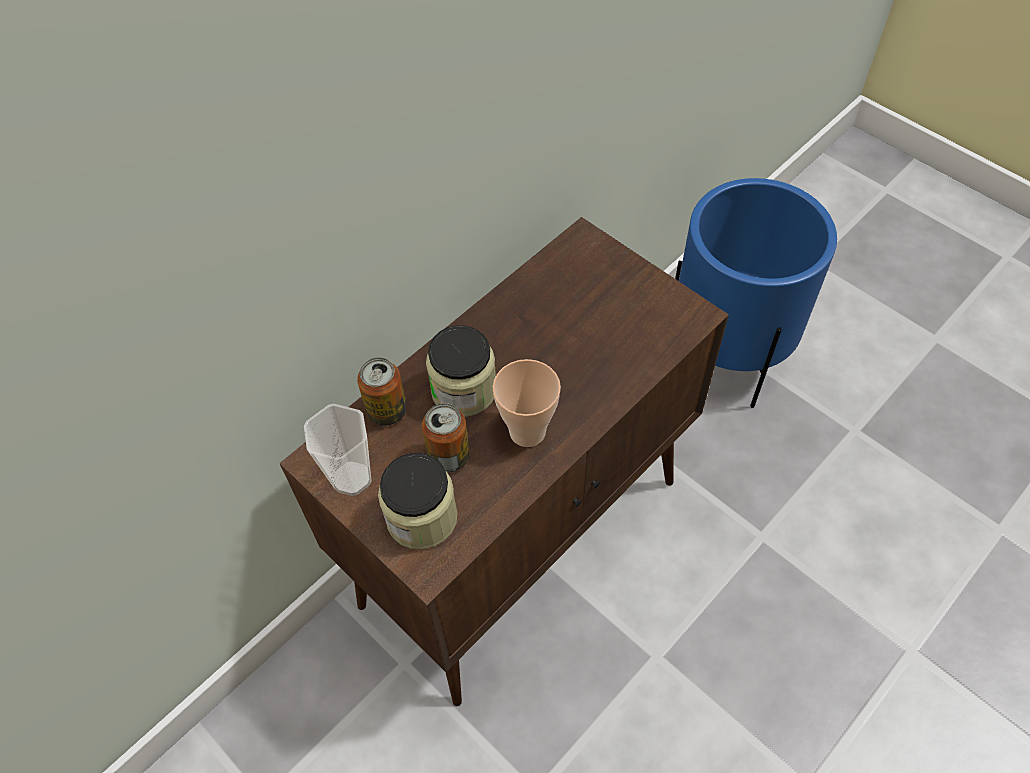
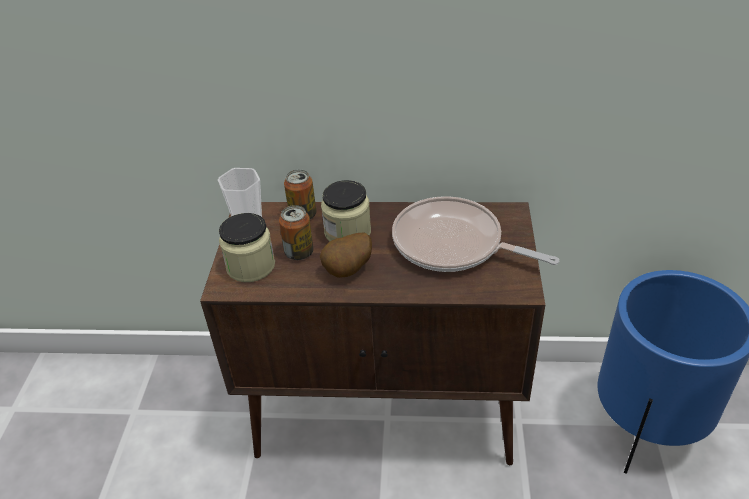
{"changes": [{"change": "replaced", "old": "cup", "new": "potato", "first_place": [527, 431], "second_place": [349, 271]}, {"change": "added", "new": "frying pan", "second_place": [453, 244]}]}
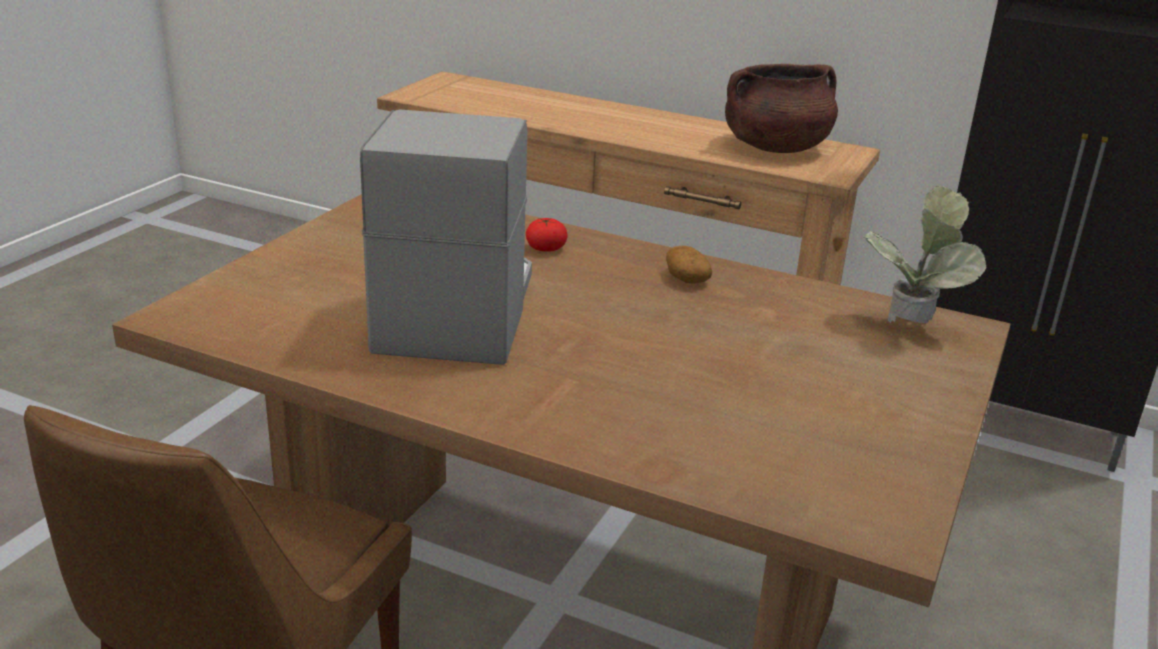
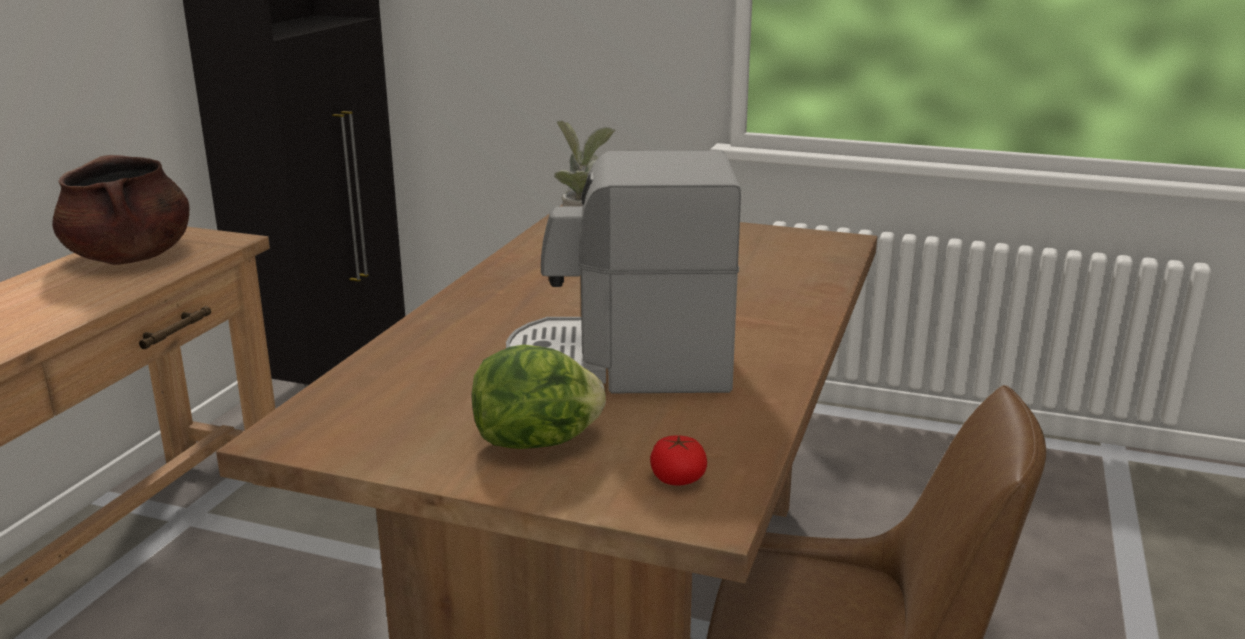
{"changes": [{"change": "moved", "old": "tomato", "first_place": [545, 248], "second_place": [677, 478]}, {"change": "removed", "old": "potato", "first_place": [686, 278]}, {"change": "added", "new": "lettuce", "second_place": [538, 442]}]}
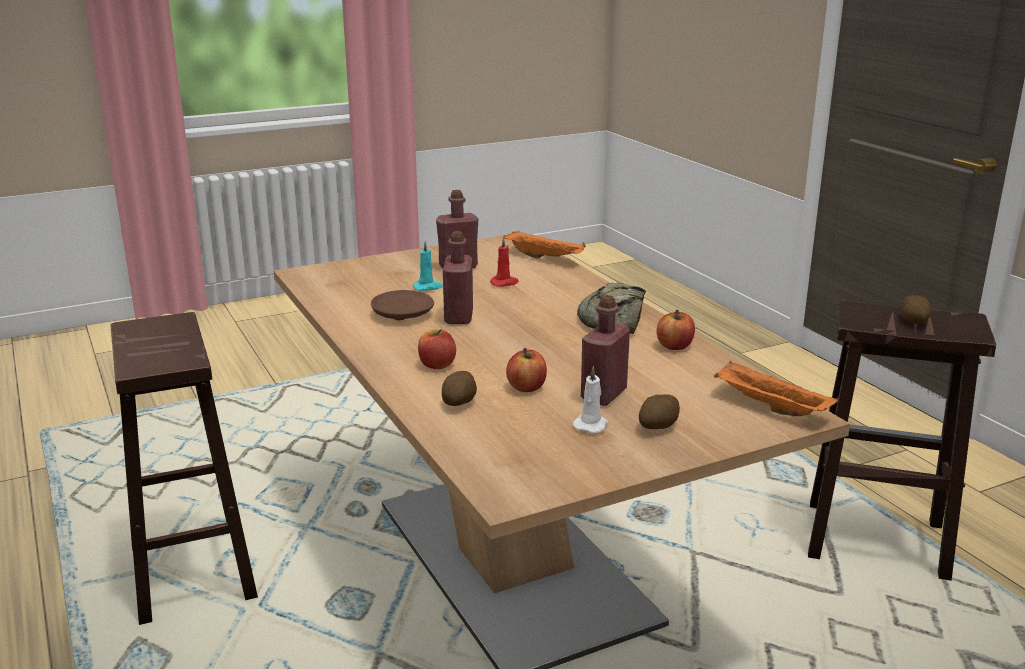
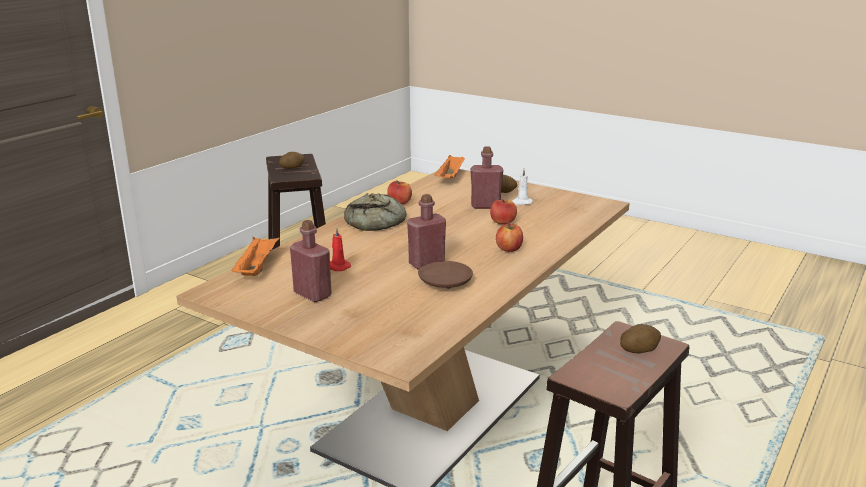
{"changes": [{"change": "removed", "old": "candle (turquoise)", "first_place": [428, 287]}, {"change": "moved", "old": "potato", "first_place": [459, 402], "second_place": [639, 349]}]}
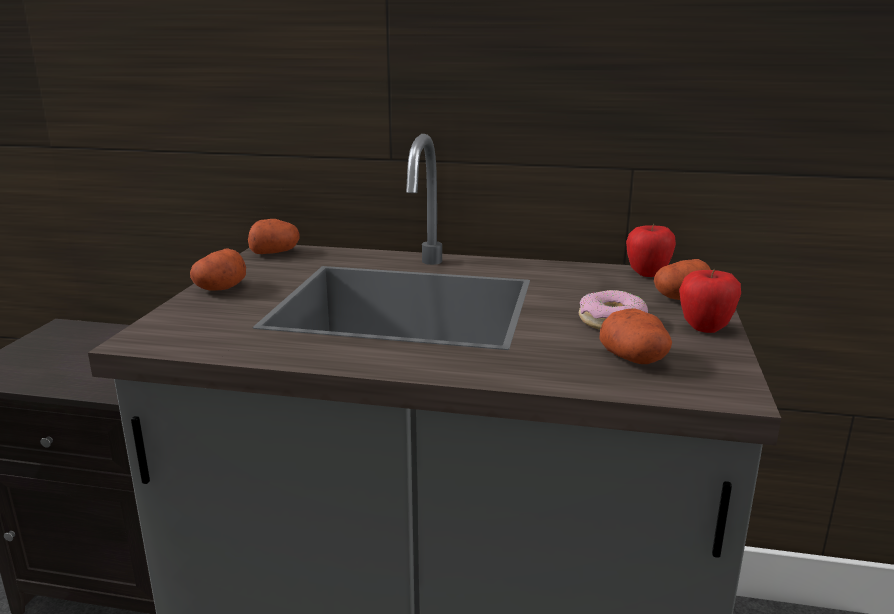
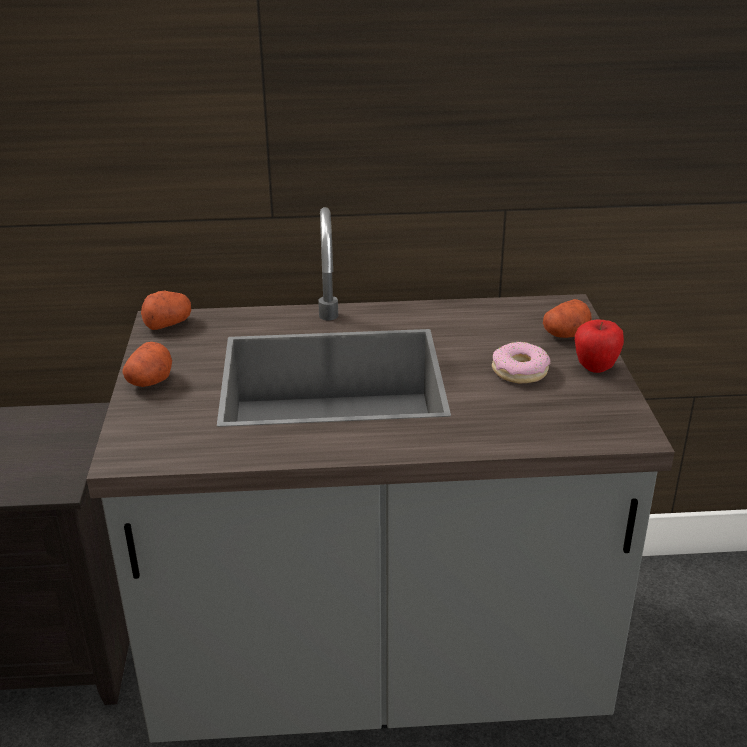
{"changes": [{"change": "removed", "old": "apple", "first_place": [647, 274]}, {"change": "removed", "old": "potato", "first_place": [635, 359]}]}
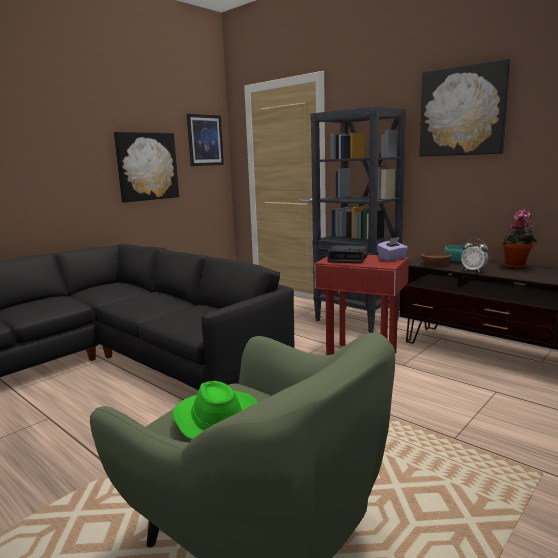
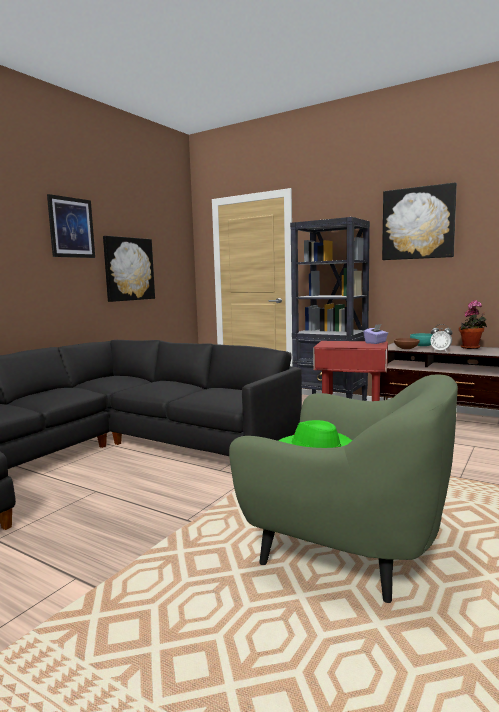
{"changes": [{"change": "moved", "old": "picture", "first_place": [205, 140], "second_place": [71, 227]}, {"change": "removed", "old": "alarm clock", "first_place": [348, 259]}]}
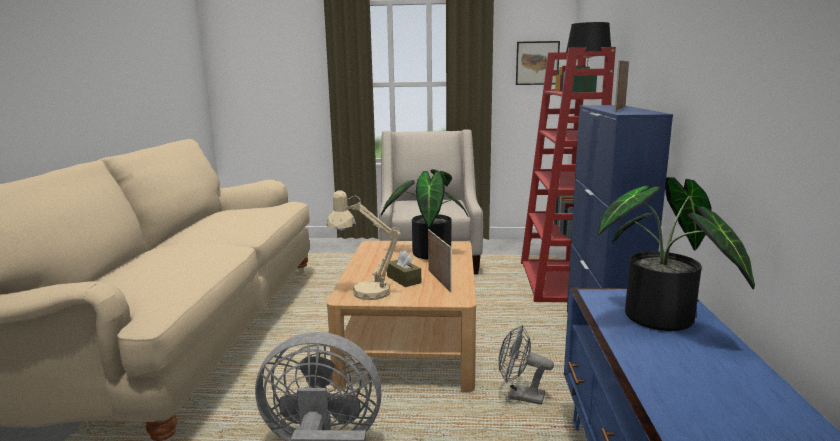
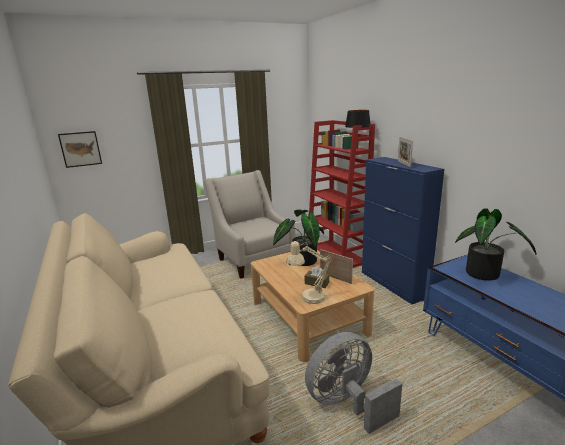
{"changes": [{"change": "moved", "old": "picture", "first_place": [537, 63], "second_place": [80, 149]}, {"change": "removed", "old": "fan (grey)", "first_place": [520, 396]}]}
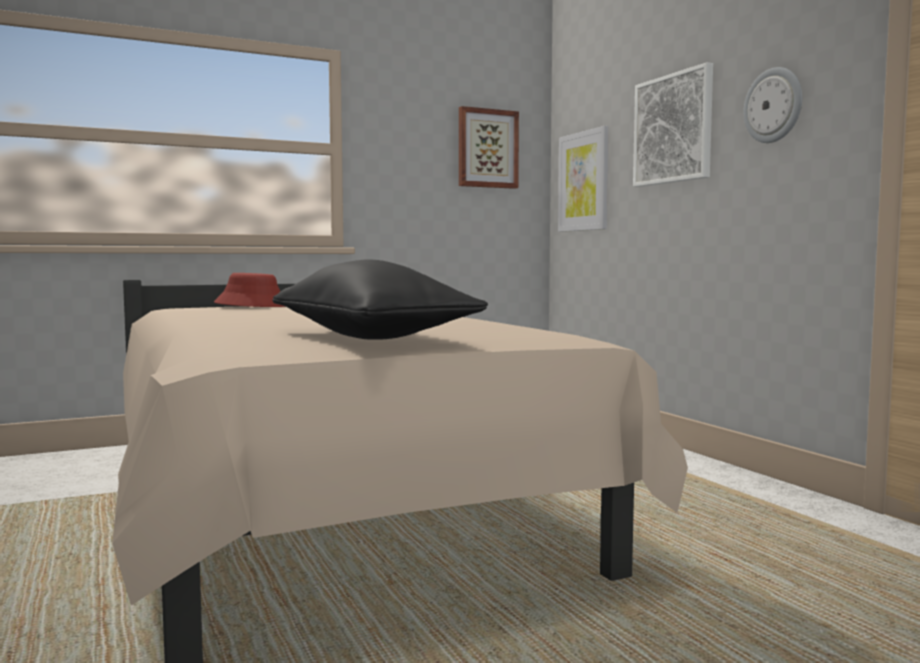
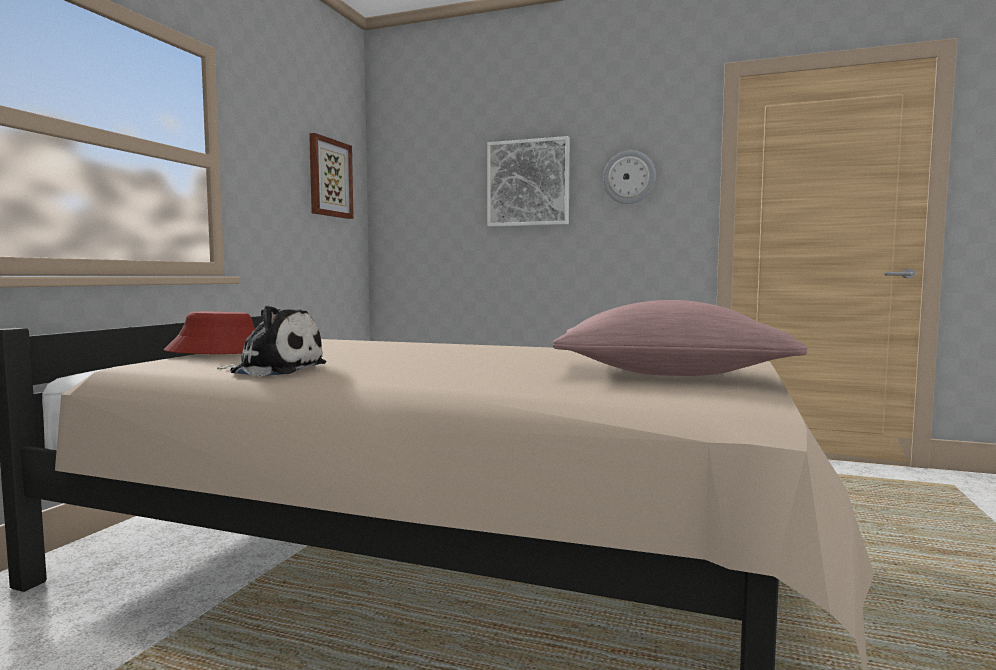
{"changes": [{"change": "removed", "old": "picture", "first_place": [584, 181]}, {"change": "recoloured", "old": "pillow (black)", "new": "pillow (pink)", "first_place": [371, 337], "second_place": [670, 374]}, {"change": "added", "new": "plush toy", "second_place": [275, 370]}]}
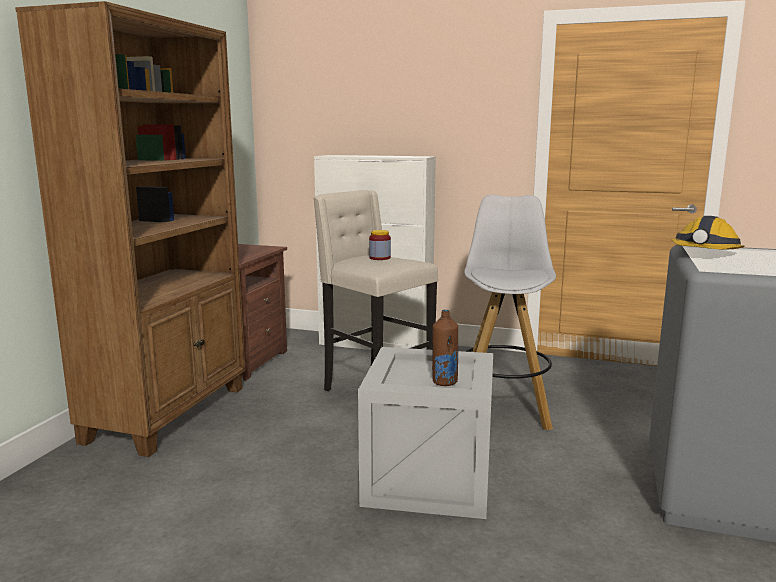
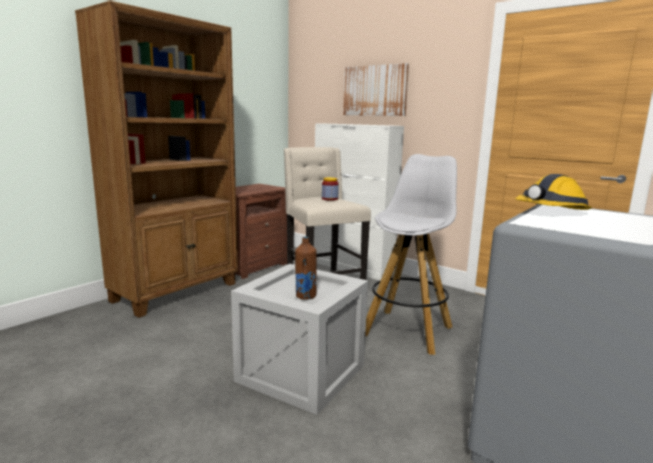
{"changes": [{"change": "added", "new": "picture", "second_place": [375, 91]}]}
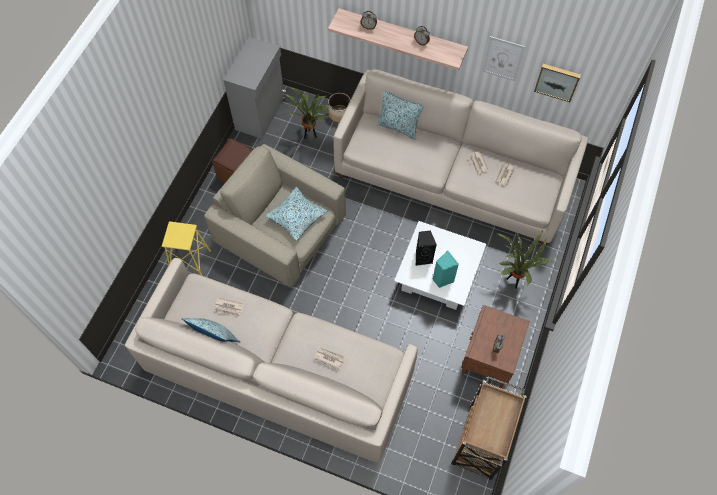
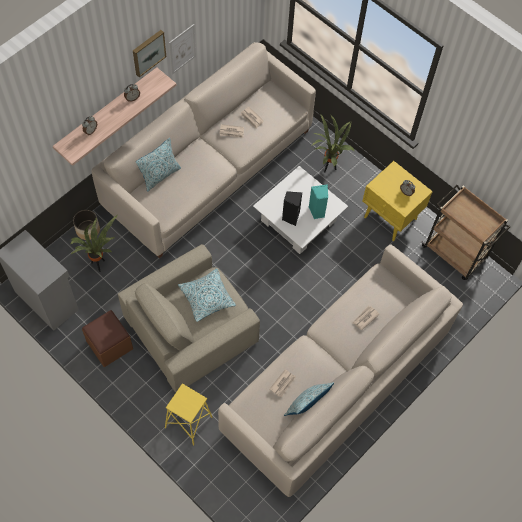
{"changes": [{"change": "moved", "old": "picture", "first_place": [557, 81], "second_place": [148, 52]}, {"change": "recoloured", "old": "nightstand (brown)", "new": "nightstand (yellow)", "first_place": [487, 361], "second_place": [390, 218]}]}
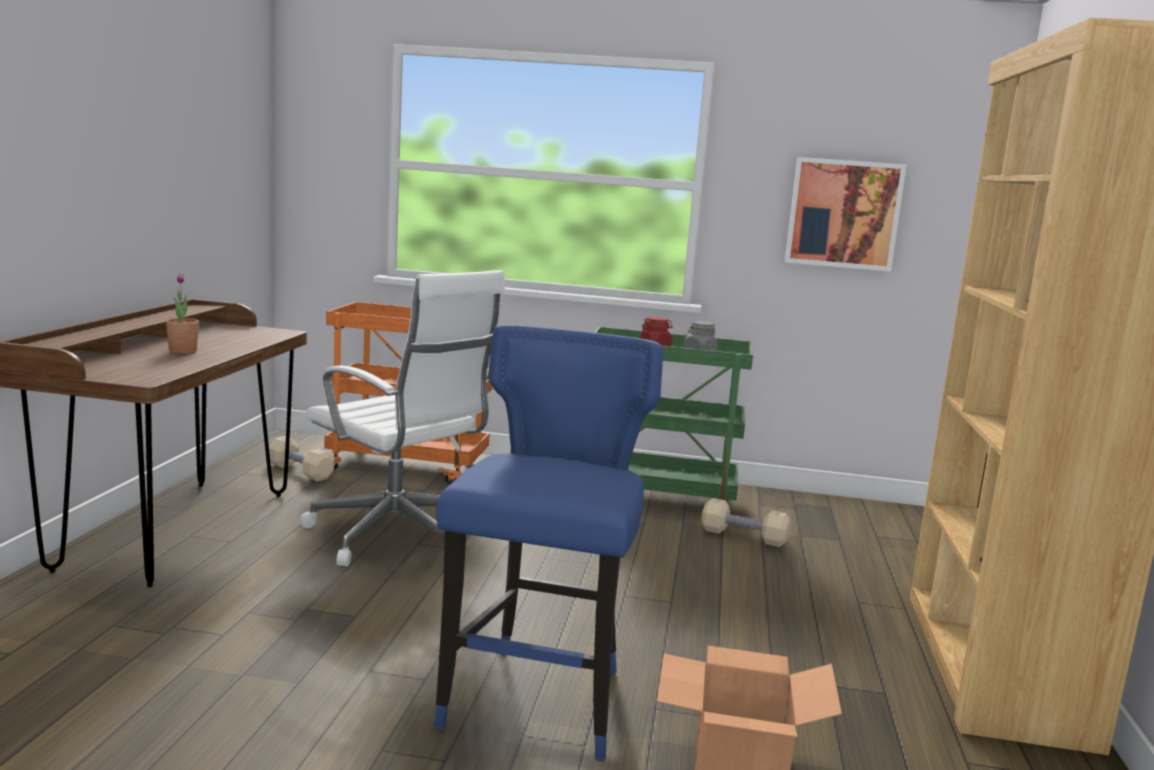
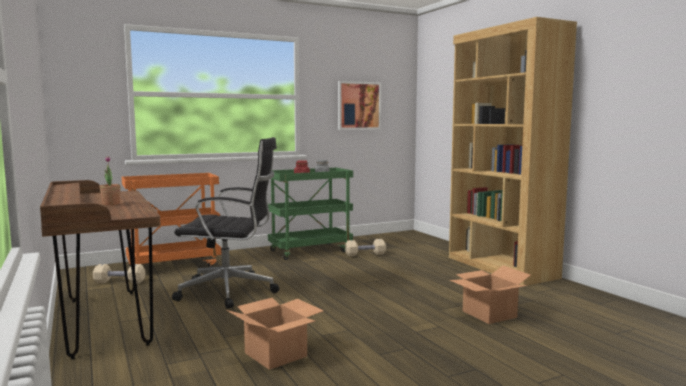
{"changes": [{"change": "recoloured", "old": "office chair (white)", "new": "office chair (black)", "first_place": [398, 536], "second_place": [230, 291]}, {"change": "removed", "old": "stool (blue)", "first_place": [540, 700]}, {"change": "added", "new": "cardboard box", "second_place": [275, 354]}]}
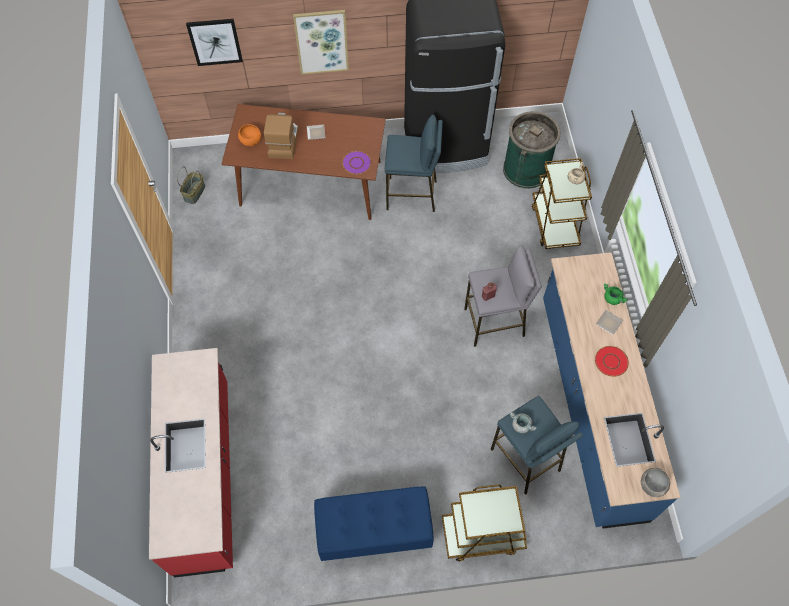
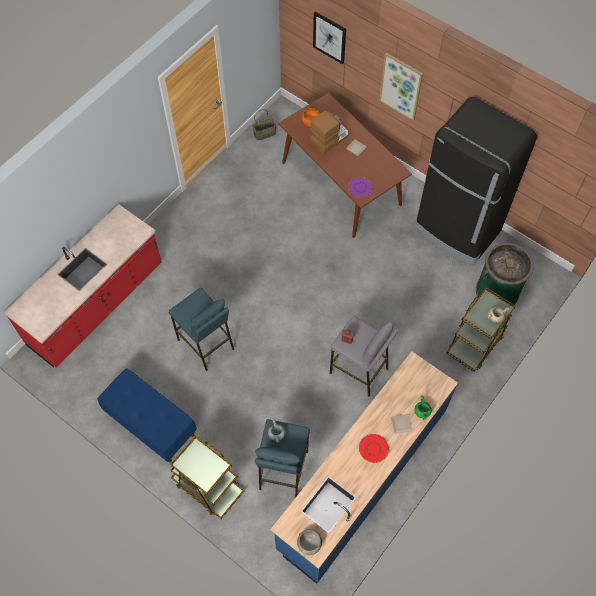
{"changes": [{"change": "moved", "old": "stool (blue)", "first_place": [412, 195], "second_place": [206, 344]}]}
